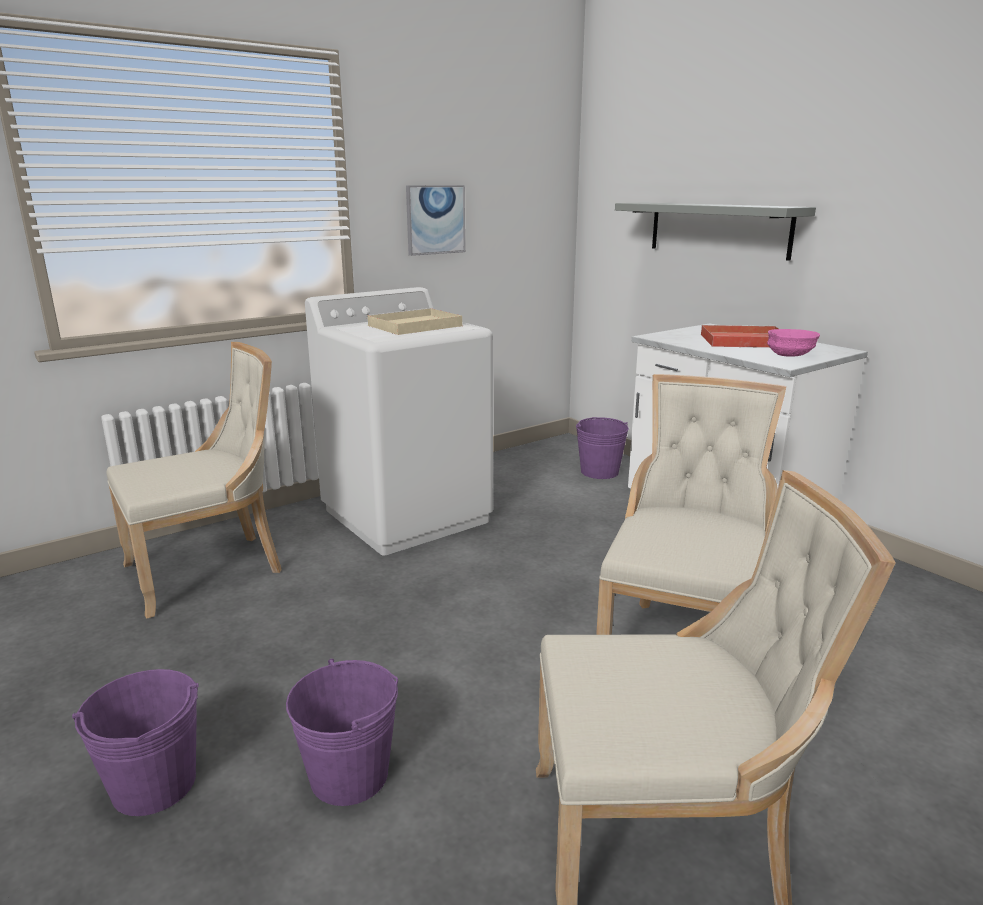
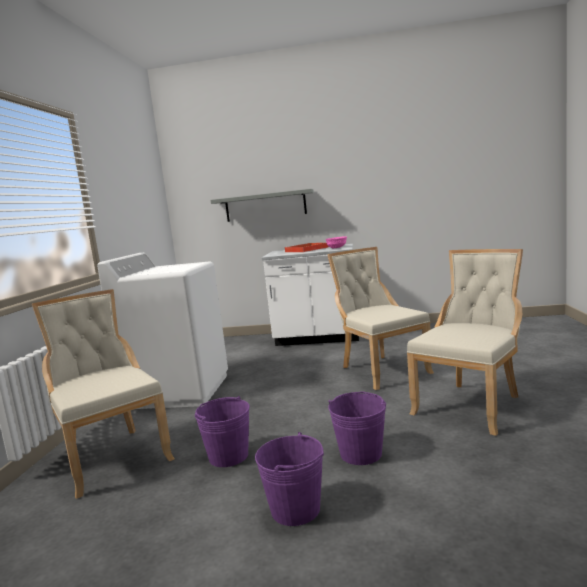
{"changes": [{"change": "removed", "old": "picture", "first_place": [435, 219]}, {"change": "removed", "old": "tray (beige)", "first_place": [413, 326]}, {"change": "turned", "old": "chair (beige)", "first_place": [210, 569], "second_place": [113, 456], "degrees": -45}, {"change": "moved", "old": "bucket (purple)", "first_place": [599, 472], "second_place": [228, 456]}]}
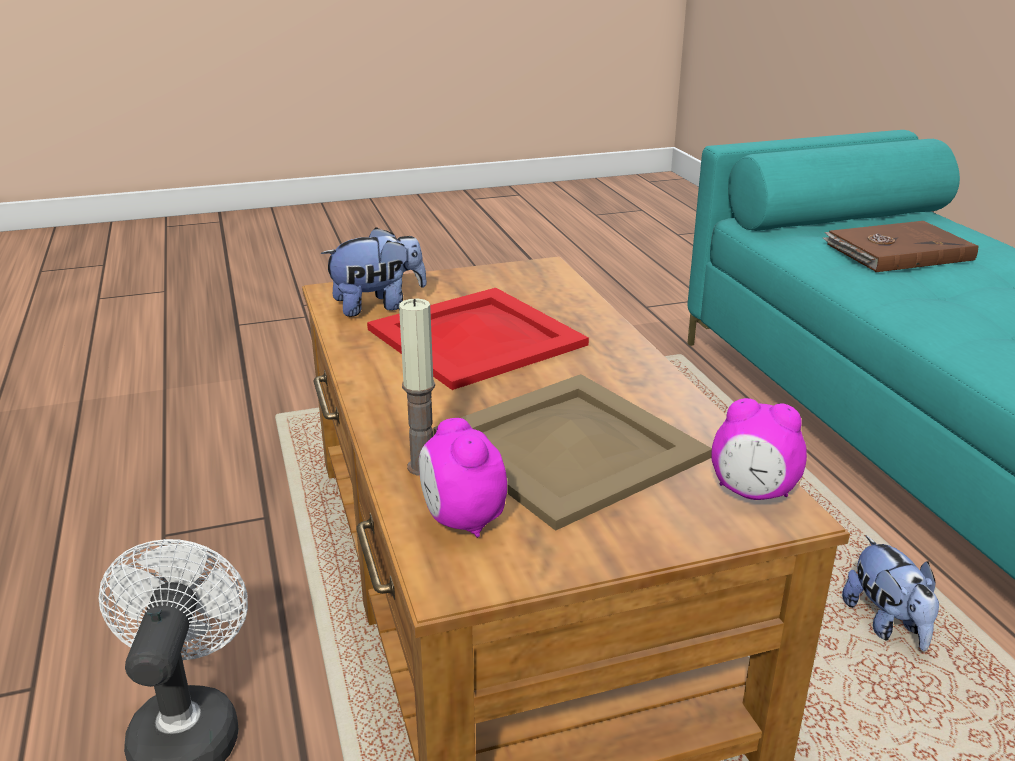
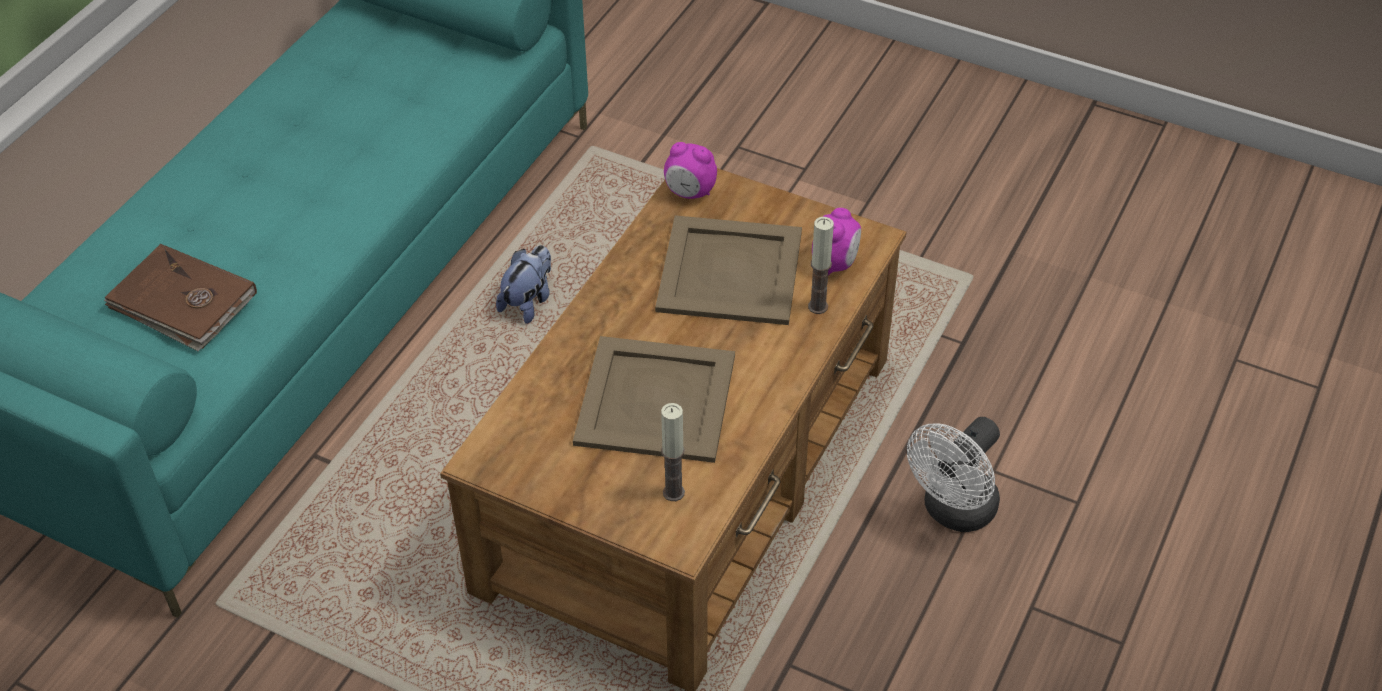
{"changes": [{"change": "replaced", "old": "plush toy", "new": "candle", "first_place": [377, 306], "second_place": [673, 492]}, {"change": "recoloured", "old": "tray (red)", "new": "tray (beige)", "first_place": [474, 337], "second_place": [656, 401]}, {"change": "turned", "old": "alarm clock", "first_place": [752, 493], "second_place": [690, 192], "degrees": 135}]}
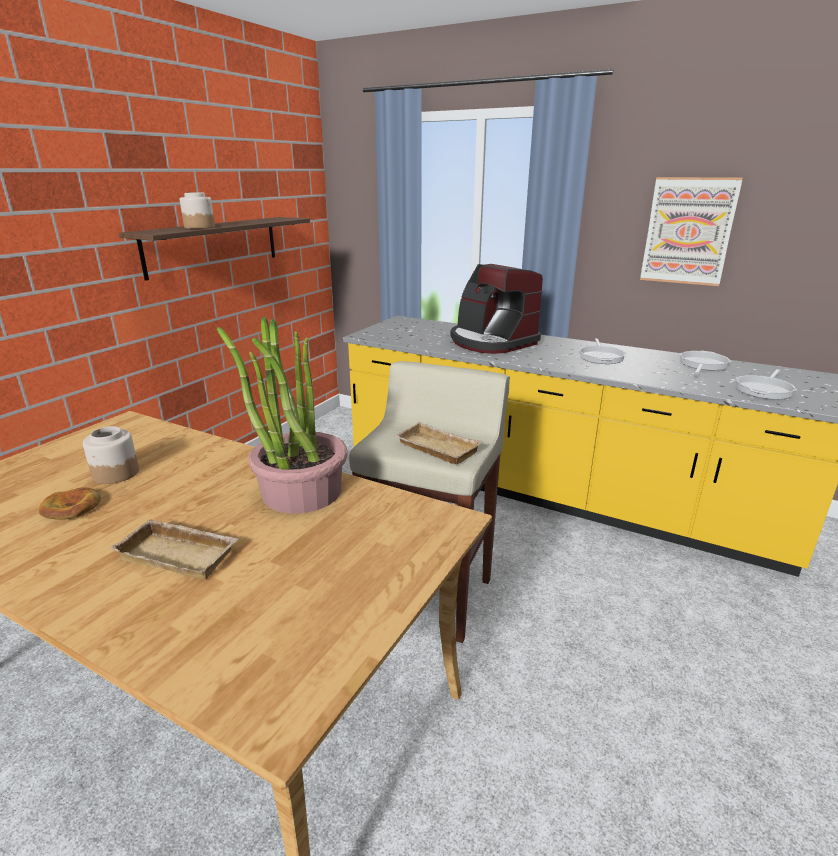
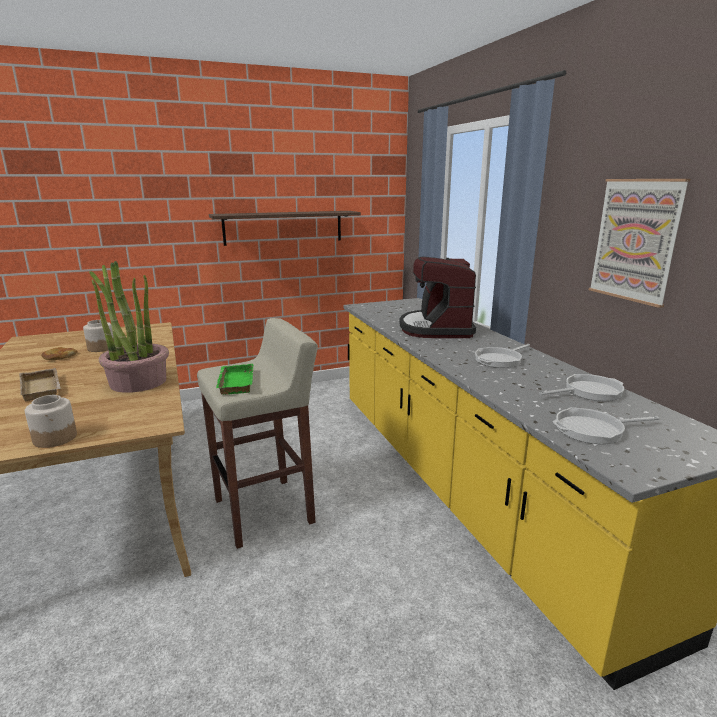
{"changes": [{"change": "moved", "old": "jar", "first_place": [199, 227], "second_place": [55, 438]}, {"change": "recoloured", "old": "tray (beige)", "new": "tray (green)", "first_place": [434, 449], "second_place": [234, 383]}]}
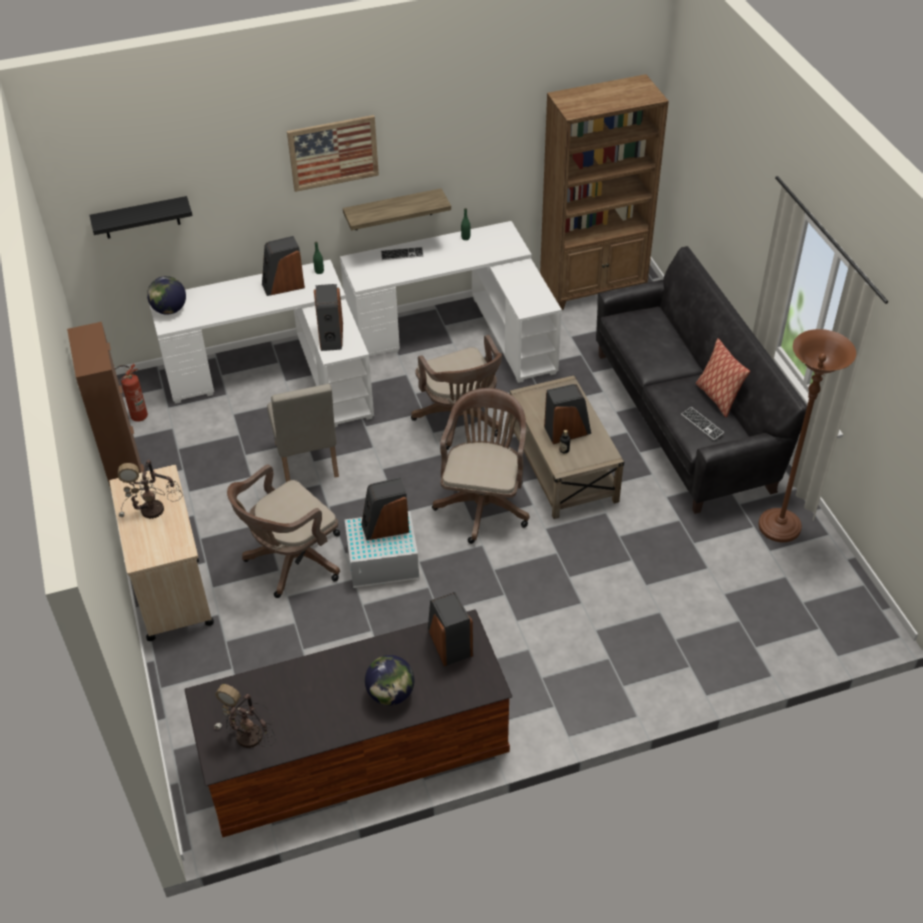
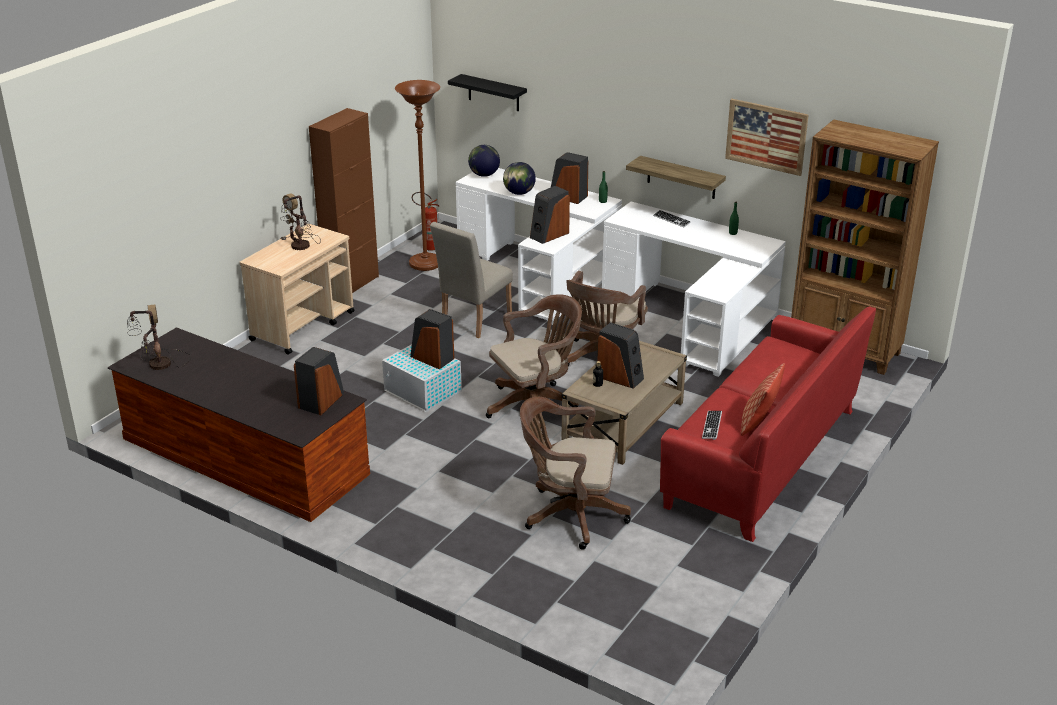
{"changes": [{"change": "moved", "old": "picture", "first_place": [333, 153], "second_place": [766, 136]}, {"change": "recoloured", "old": "sofa (black)", "new": "sofa (red)", "first_place": [683, 420], "second_place": [763, 457]}, {"change": "moved", "old": "floor lamp (brown)", "first_place": [779, 527], "second_place": [425, 264]}, {"change": "moved", "old": "office chair (brown)", "first_place": [291, 562], "second_place": [569, 515]}, {"change": "moved", "old": "globe", "first_place": [390, 694], "second_place": [519, 193]}]}
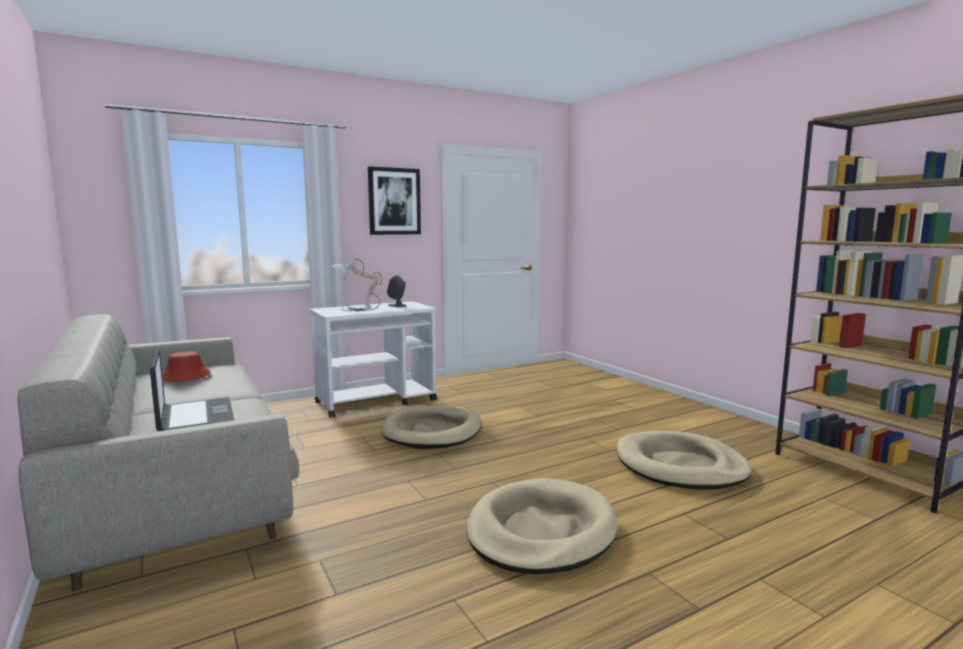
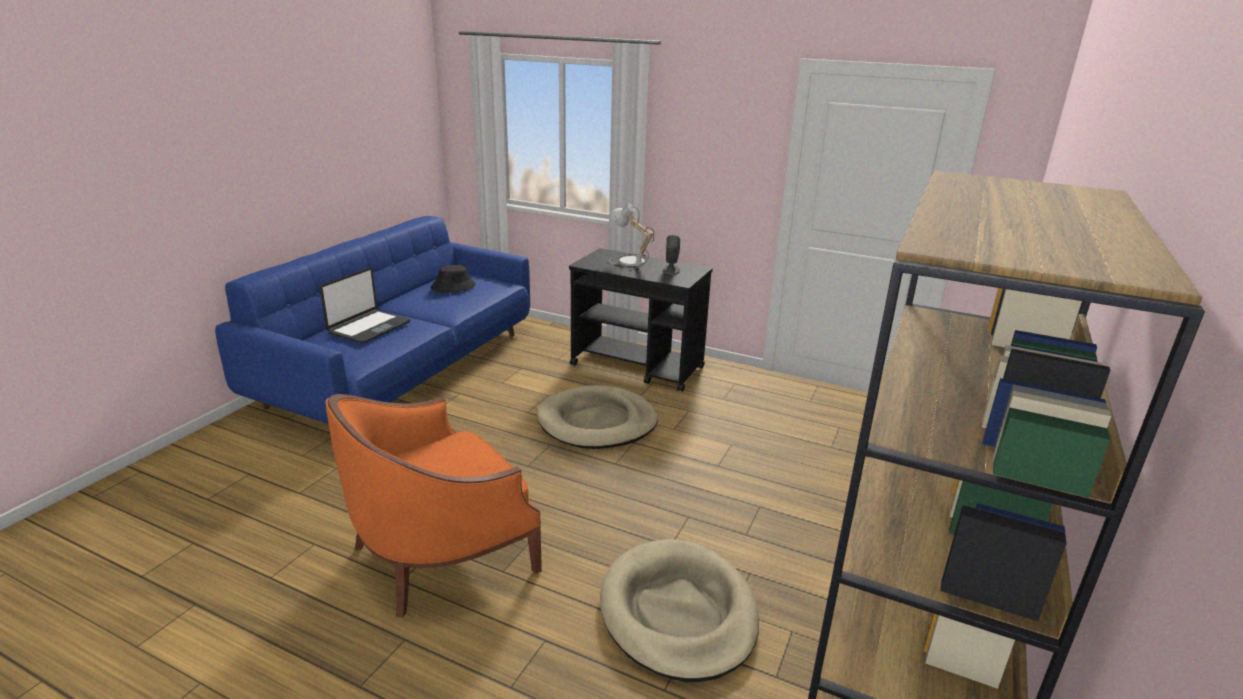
{"changes": [{"change": "removed", "old": "picture", "first_place": [394, 201]}, {"change": "recoloured", "old": "cart (white)", "new": "cart (black)", "first_place": [377, 401], "second_place": [638, 366]}, {"change": "recoloured", "old": "sofa (grey)", "new": "sofa (blue)", "first_place": [177, 482], "second_place": [404, 367]}, {"change": "recoloured", "old": "hat (red)", "new": "hat (black)", "first_place": [185, 376], "second_place": [453, 286]}, {"change": "replaced", "old": "dog bed (beige)", "new": "armchair (orange)", "first_place": [541, 531], "second_place": [441, 553]}]}
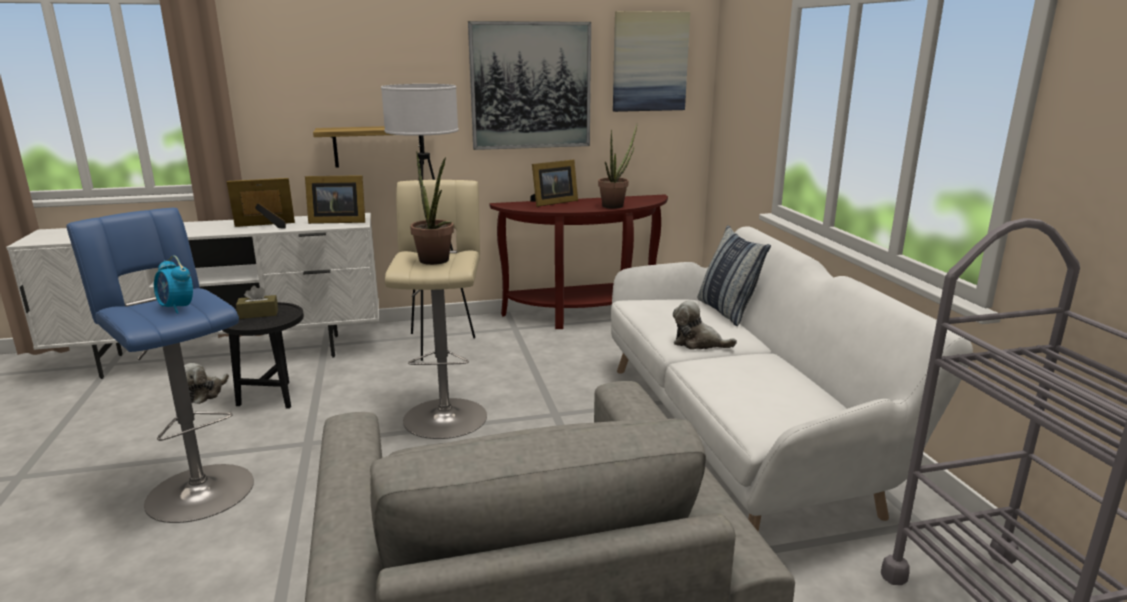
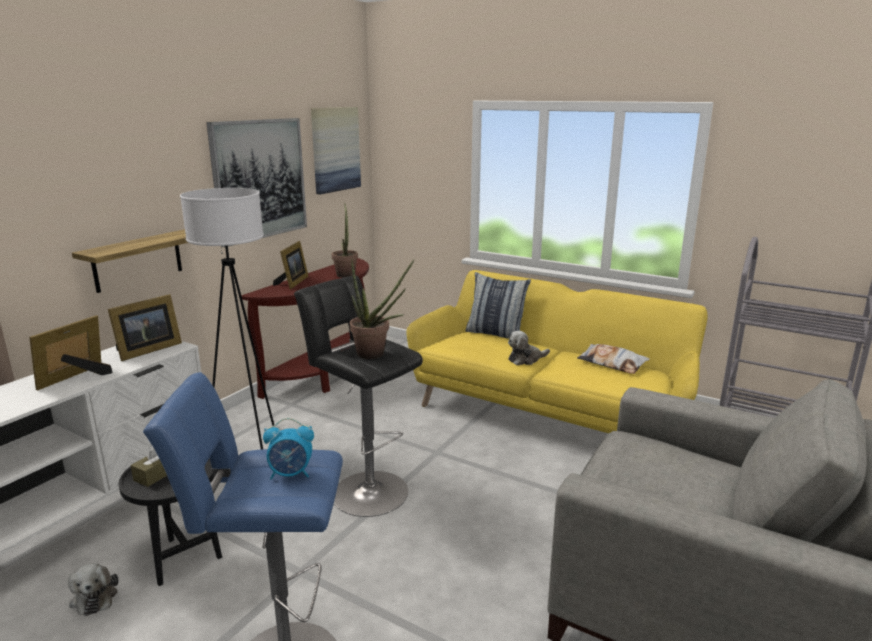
{"changes": [{"change": "recoloured", "old": "stool (beige)", "new": "stool (black)", "first_place": [445, 414], "second_place": [366, 490]}, {"change": "recoloured", "old": "sofa (white)", "new": "sofa (yellow)", "first_place": [740, 434], "second_place": [549, 413]}, {"change": "added", "new": "pillow", "second_place": [612, 363]}]}
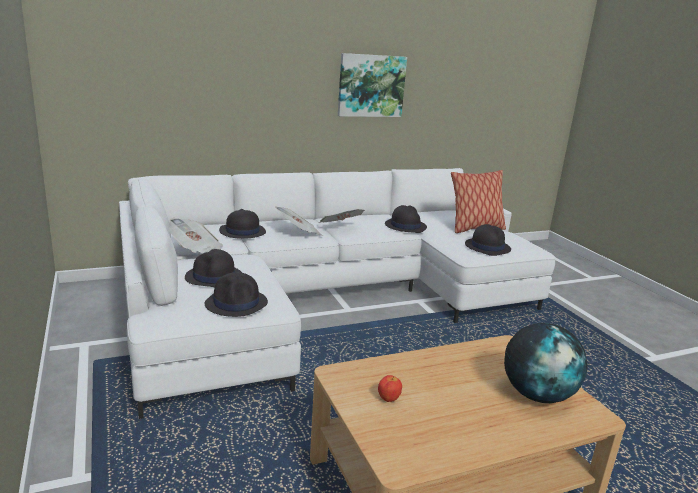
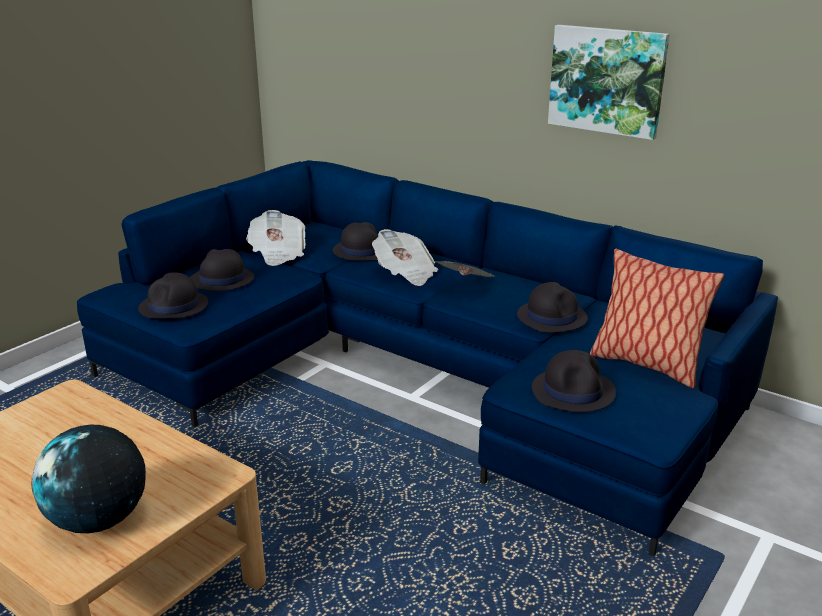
{"changes": [{"change": "recoloured", "old": "sofa (white)", "new": "sofa (blue)", "first_place": [321, 298], "second_place": [416, 371]}, {"change": "removed", "old": "apple", "first_place": [388, 399]}]}
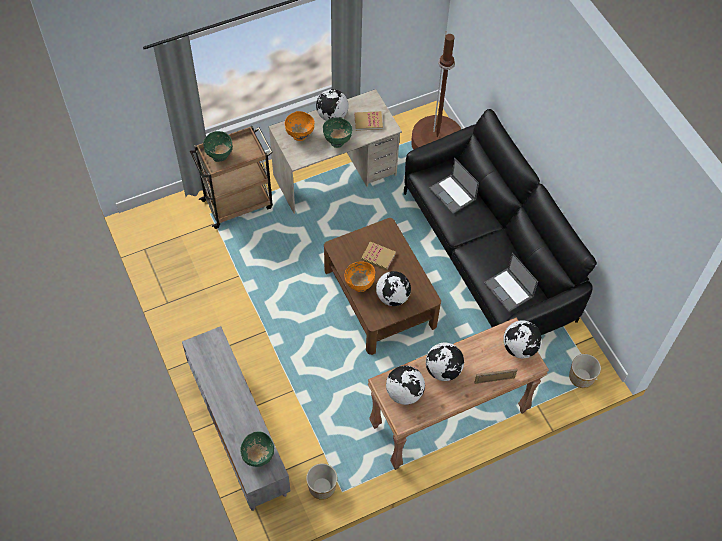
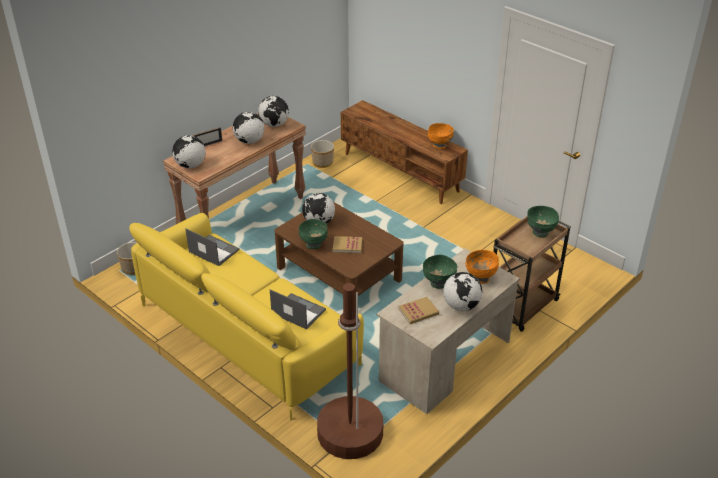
{"changes": [{"change": "recoloured", "old": "sofa (black)", "new": "sofa (yellow)", "first_place": [487, 256], "second_place": [247, 334]}, {"change": "moved", "old": "bowl (orange)", "first_place": [359, 285], "second_place": [439, 146]}, {"change": "recoloured", "old": "tv stand (grey)", "new": "tv stand (brown)", "first_place": [237, 431], "second_place": [401, 172]}, {"change": "moved", "old": "bowl (green)", "first_place": [258, 457], "second_place": [314, 245]}]}
